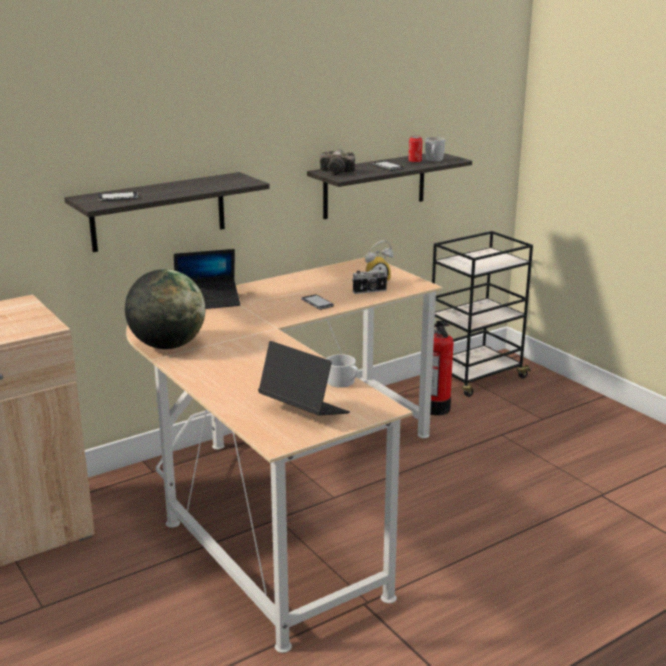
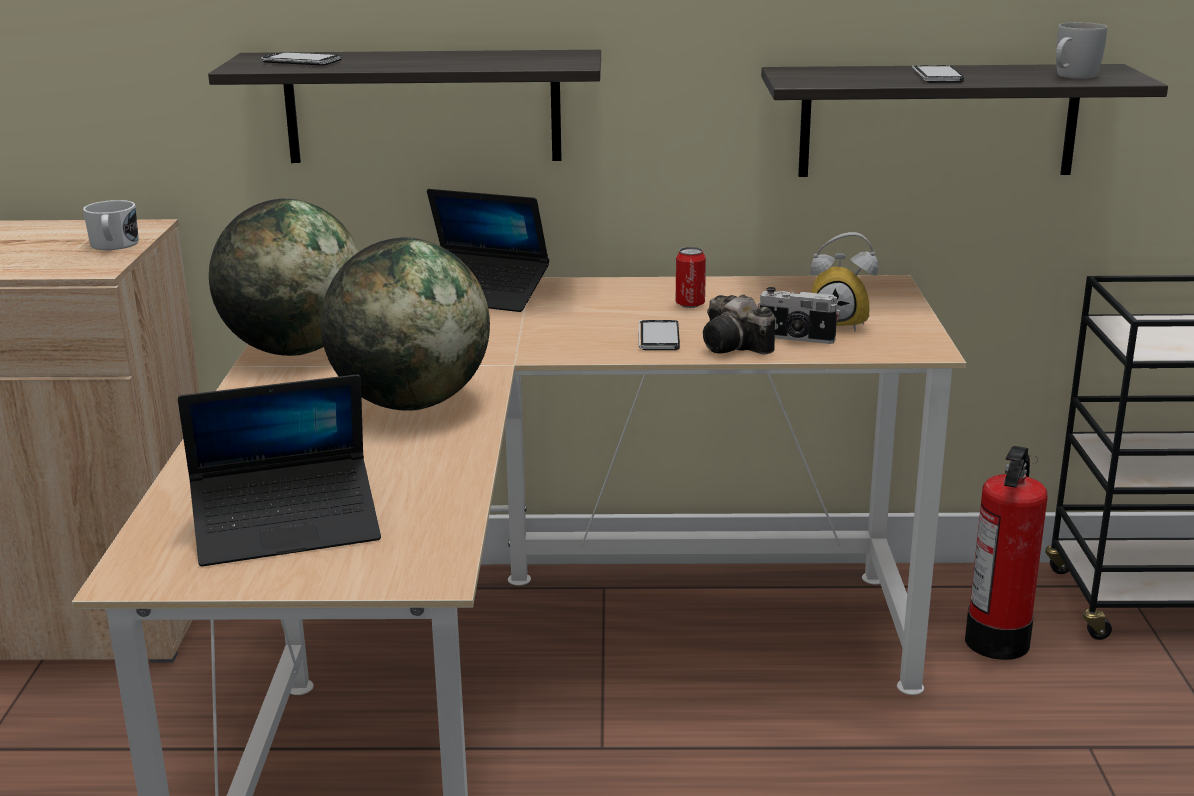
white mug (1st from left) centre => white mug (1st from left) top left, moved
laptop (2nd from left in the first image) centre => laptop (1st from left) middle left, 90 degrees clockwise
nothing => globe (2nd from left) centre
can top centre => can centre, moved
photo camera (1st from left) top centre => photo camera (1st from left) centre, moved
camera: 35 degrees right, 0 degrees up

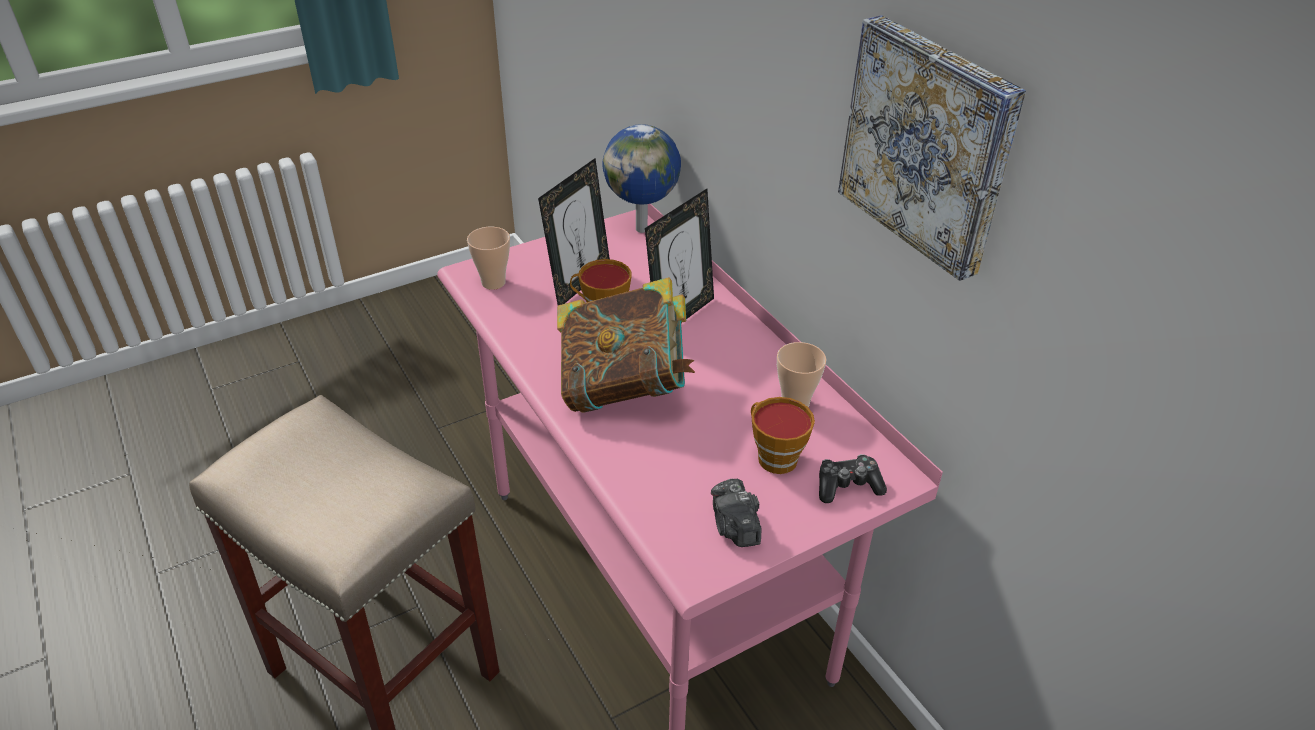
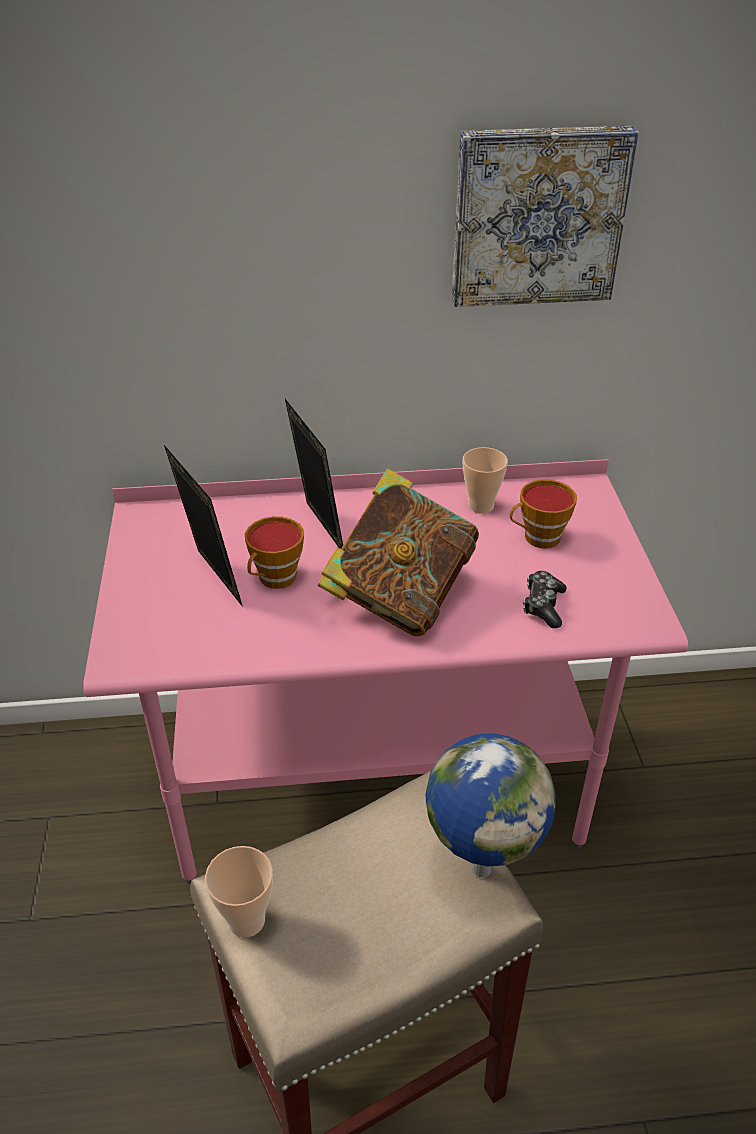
cup (1st from left) centre => cup (1st from left) bottom left, moved
globe top centre => globe bottom centre, moved
game controller centre => game controller middle right, moved
photo camera bottom centre => nothing
camera: 65 degrees left, 0 degrees up

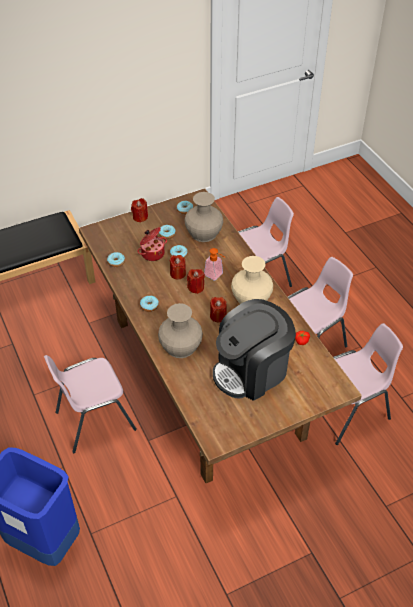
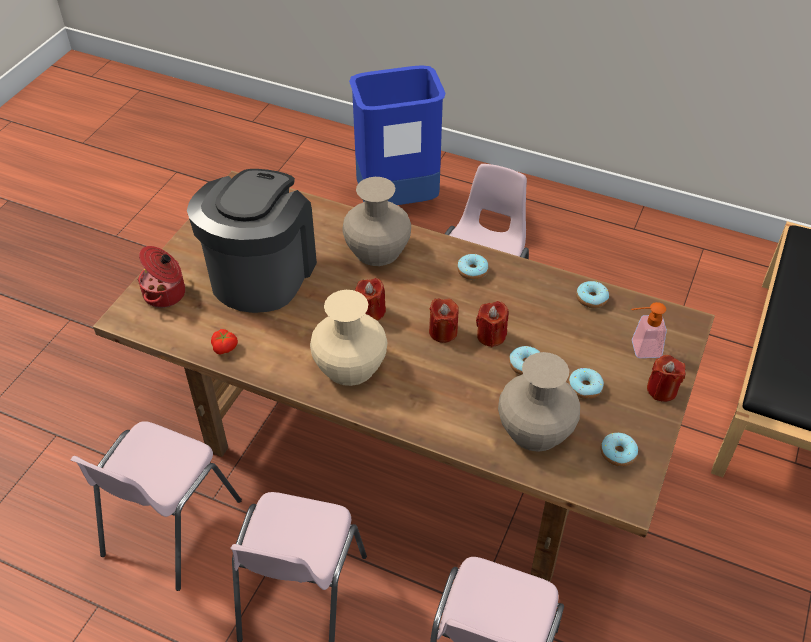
cooking pot centre => cooking pot middle left, moved
soap dispenser centre => soap dispenser middle right, moved
camera: 140 degrees right, 0 degrees up

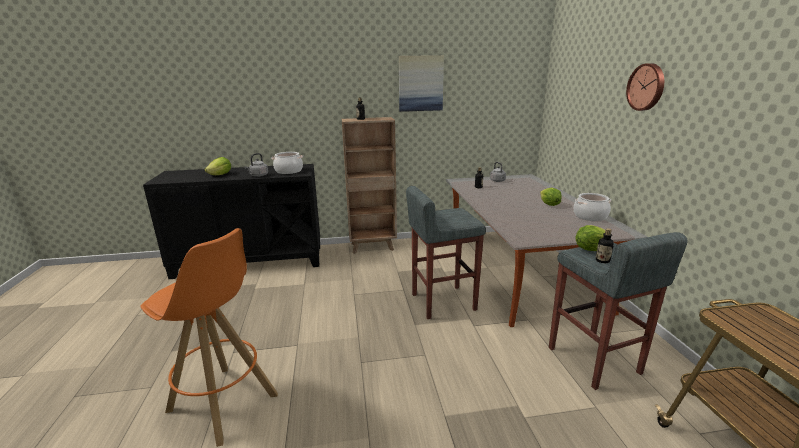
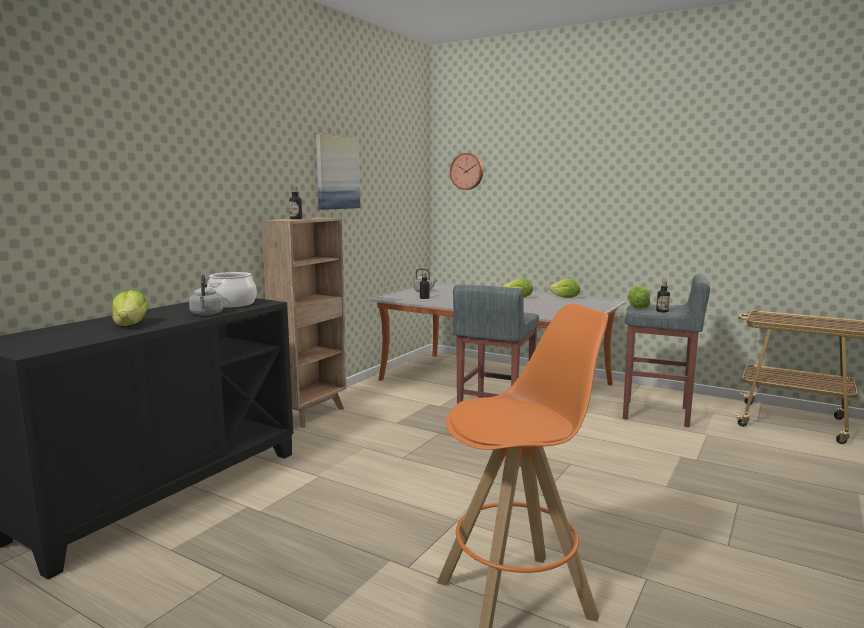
wall clock top right => wall clock top centre, moved
cooking pot (2nd from left) middle right => lettuce (3rd from left) centre
camera: 50 degrees left, 10 degrees down

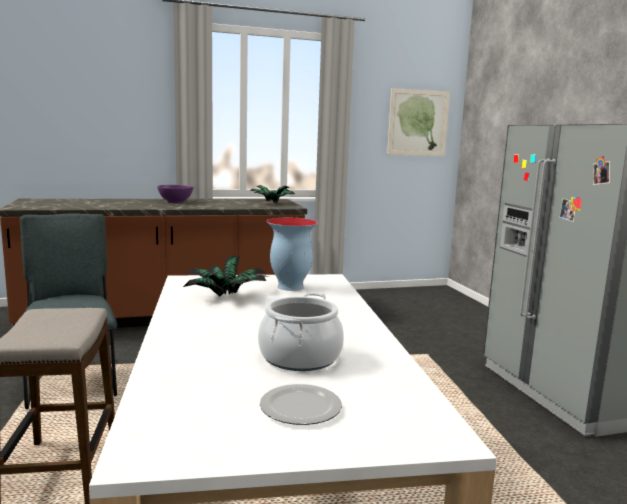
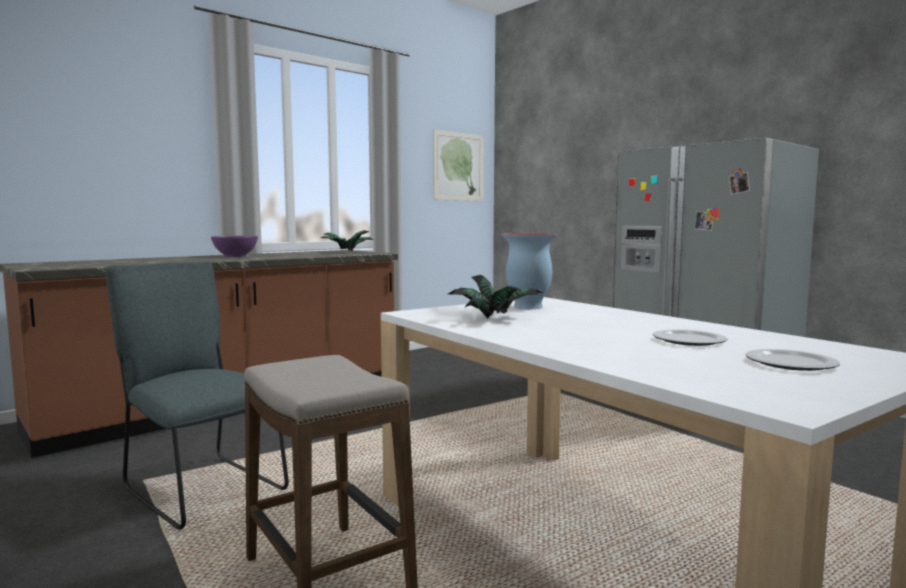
cooking pot centre => plate (1st from left) middle right
camera: 25 degrees left, 5 degrees down

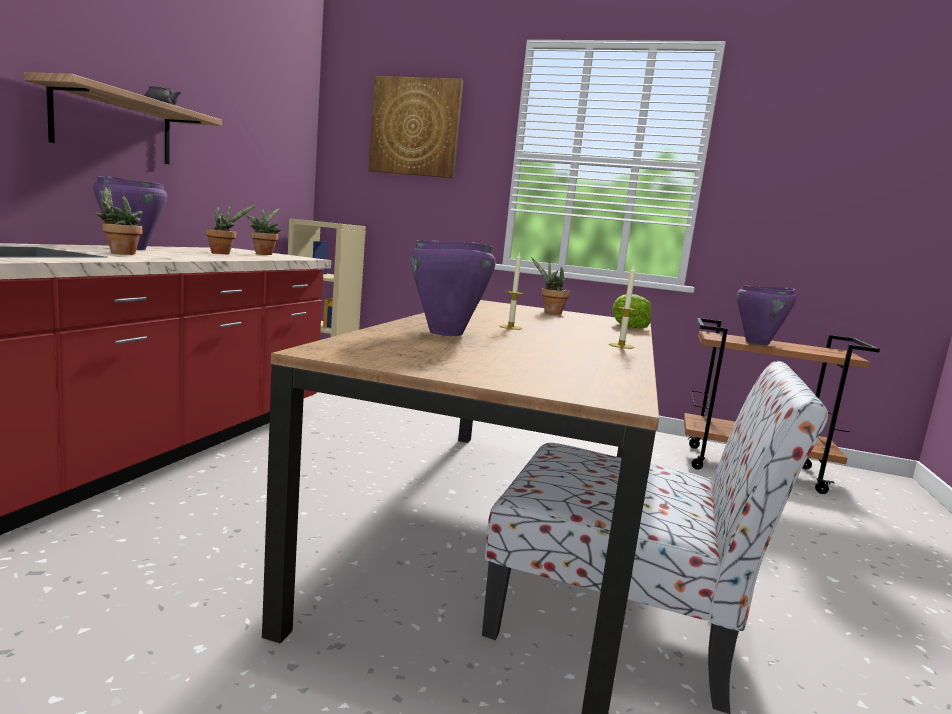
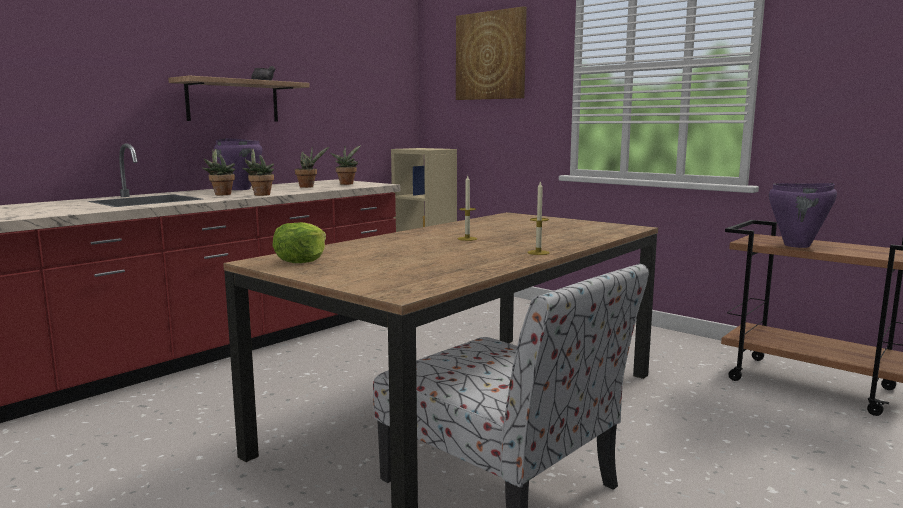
potted plant (4th from left in the first image) centre => potted plant (2nd from left) middle left, moved
lettuce centre => lettuce middle left, moved
purple cooking pot (2nd from left) centre => nothing
camera: 25 degrees right, 0 degrees up

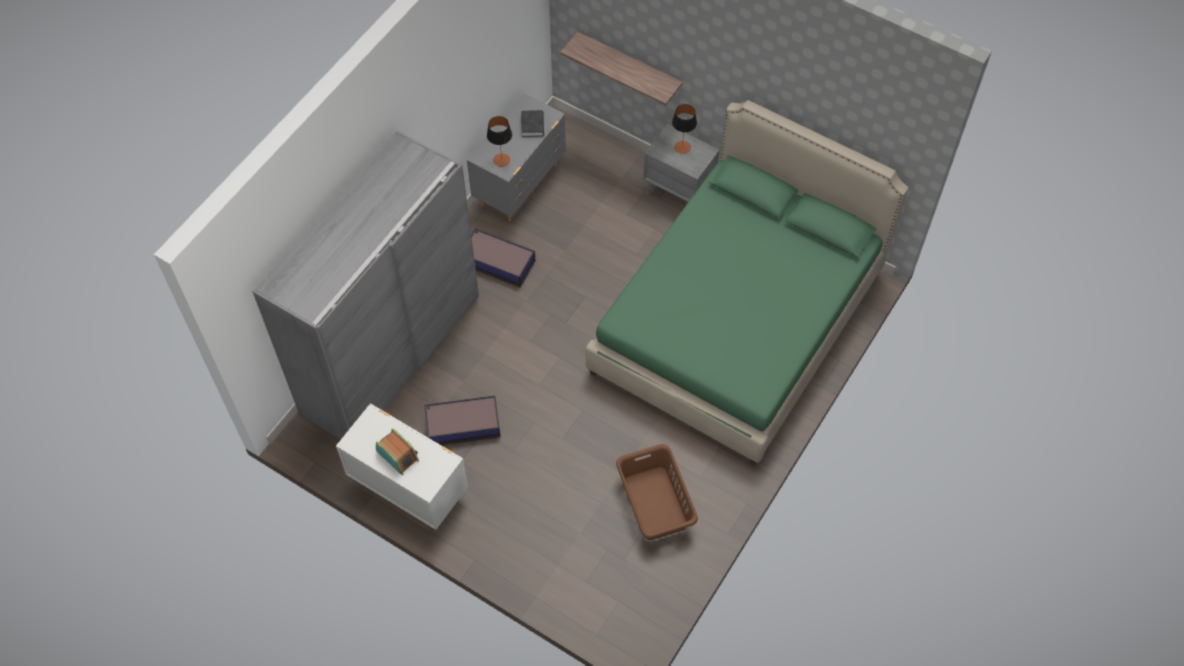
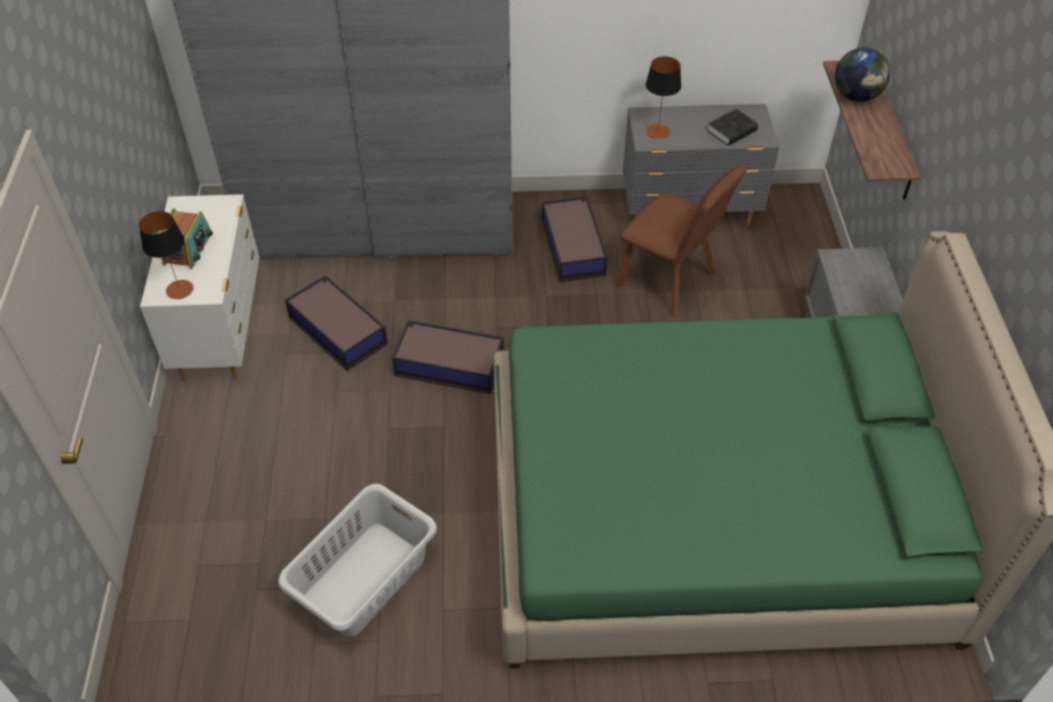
table lamp (2nd from left in the first image) top centre => table lamp (1st from left) middle left, moved
brown laundry basket bottom centre => grey laundry basket bottom centre
nothing => storage box (2nd from left) centre
nothing => brown chair centre
nothing => globe top right
camera: 55 degrees right, 10 degrees down

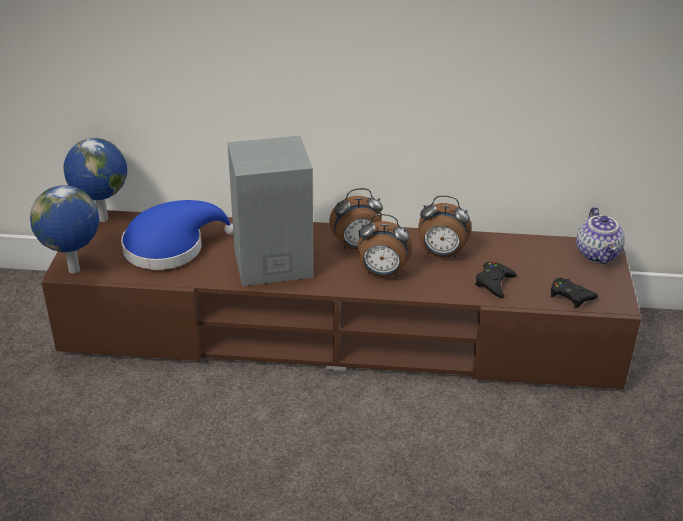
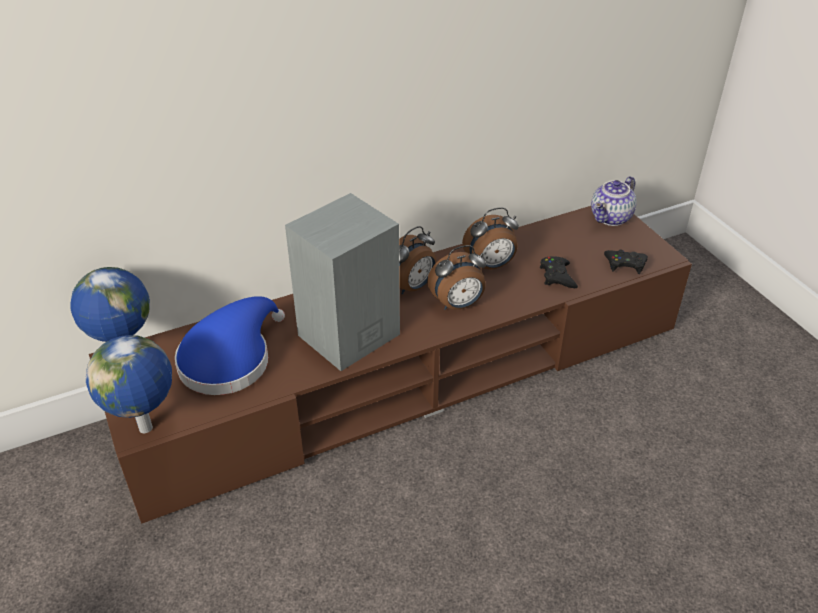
teapot middle right => teapot top right, 75 degrees clockwise
camera: 30 degrees left, 5 degrees up

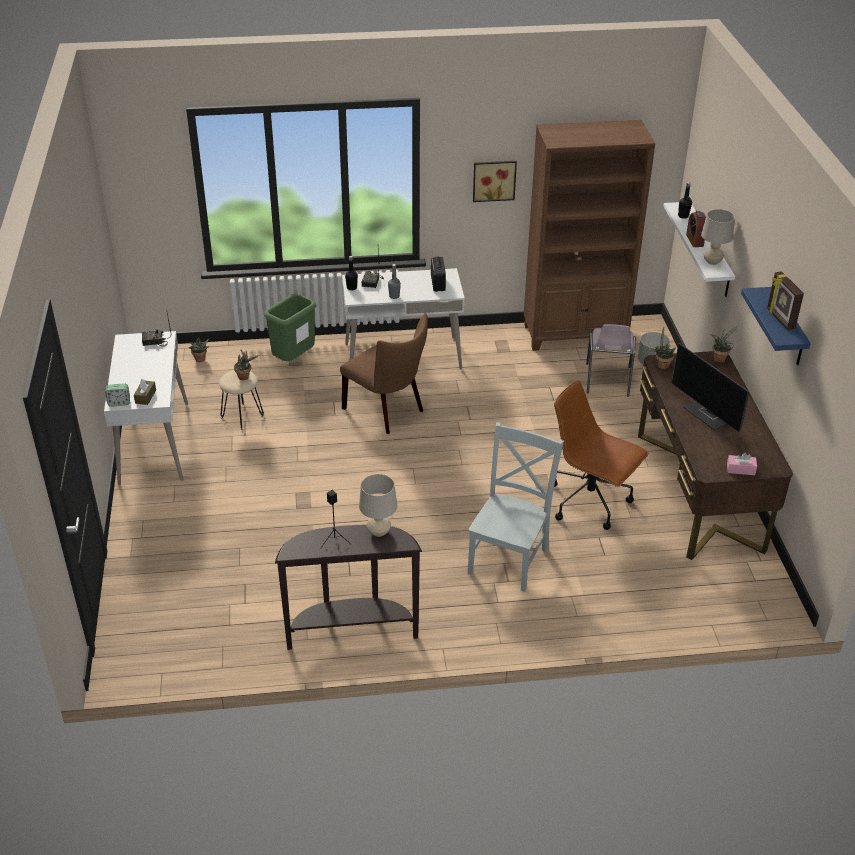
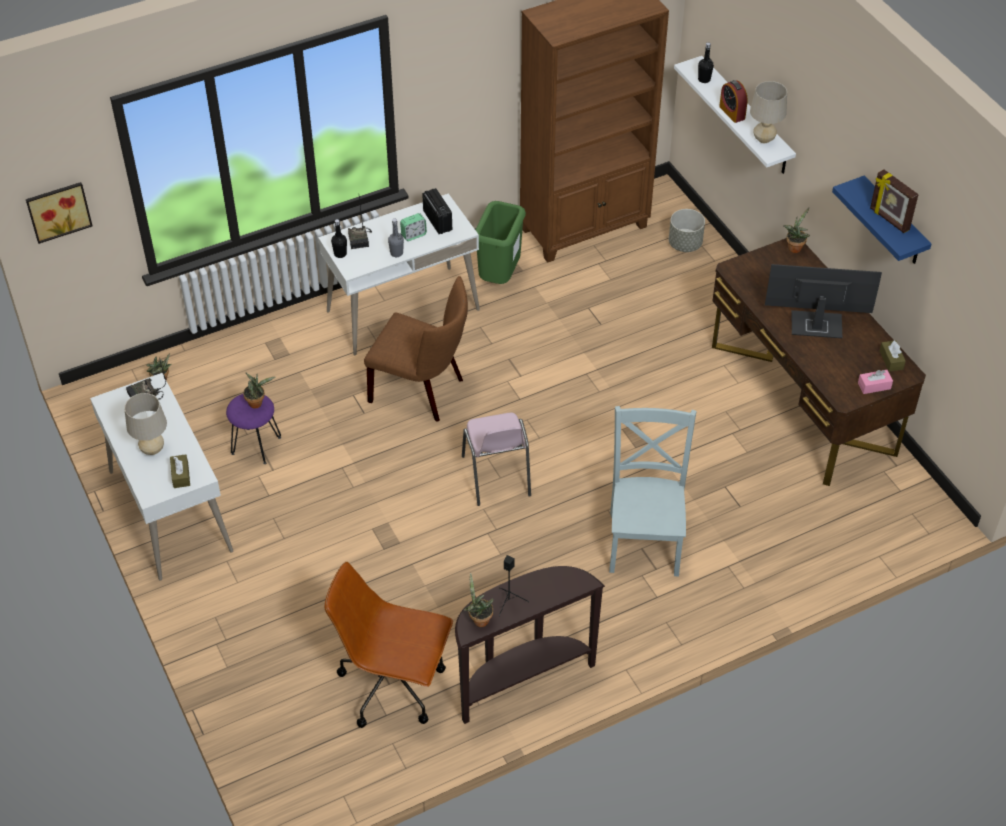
picture top centre => picture top left, moved
beige table lamp (1st from left) centre => beige table lamp (1st from left) middle left, moved
beige stool middle left => purple stool middle left
brown office chair middle right => brown office chair bottom centre, moved
alarm clock (1st from left) middle left => alarm clock (1st from left) top centre, moved
pink chair middle right => pink chair centre, moved
potted plant (3rd from left) middle right => potted plant (3rd from left) bottom centre, moved
green trash can centre => green trash can top centre, moved
monitor middle right, 150 degrees clockwise
nothing => brown tissue box (2nd from left) middle right
camera: 20 degrees left, 10 degrees up

